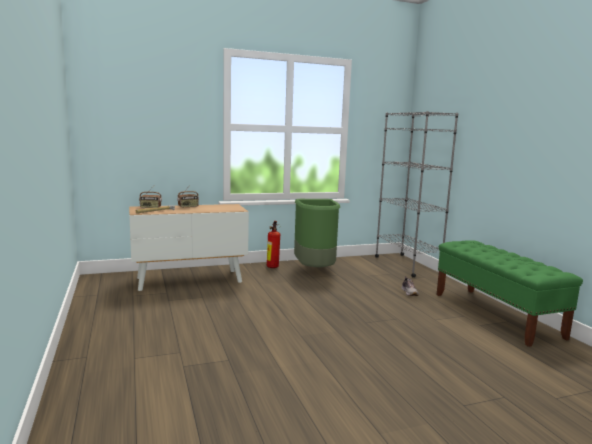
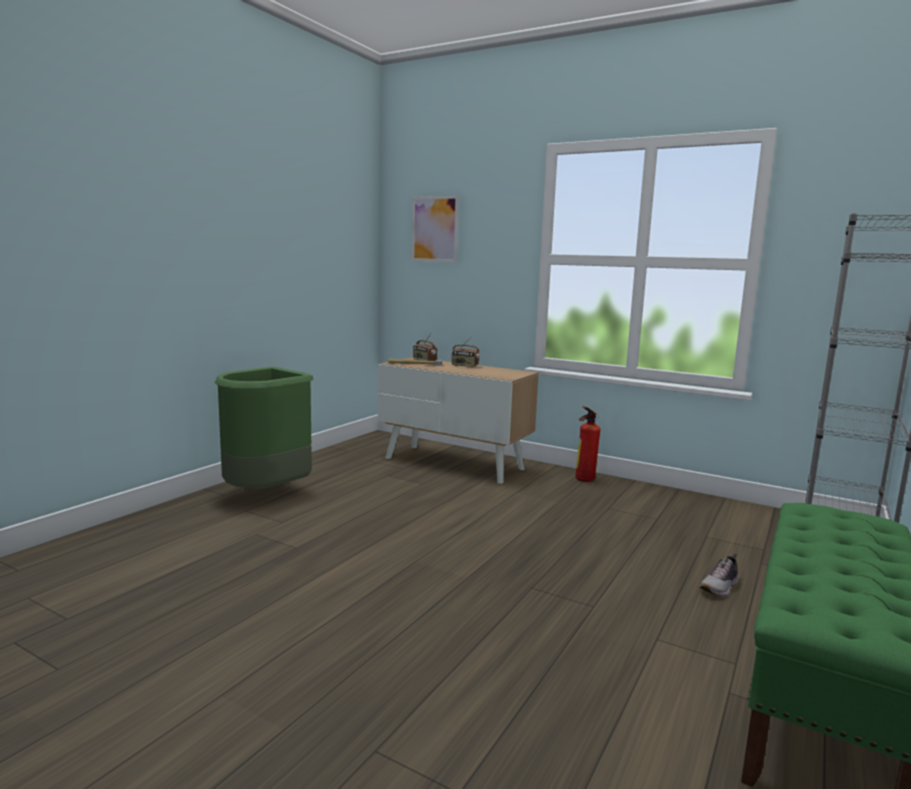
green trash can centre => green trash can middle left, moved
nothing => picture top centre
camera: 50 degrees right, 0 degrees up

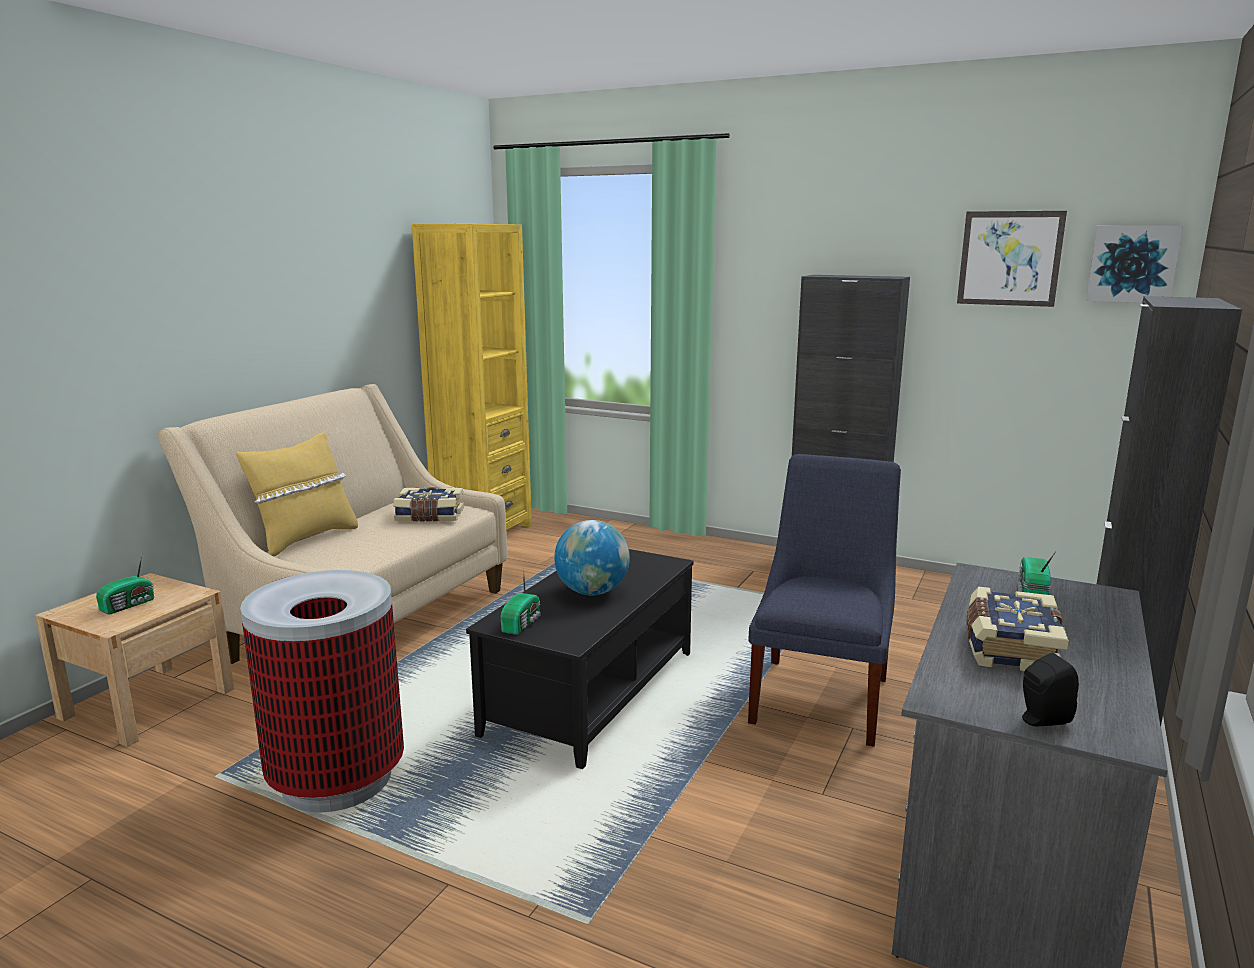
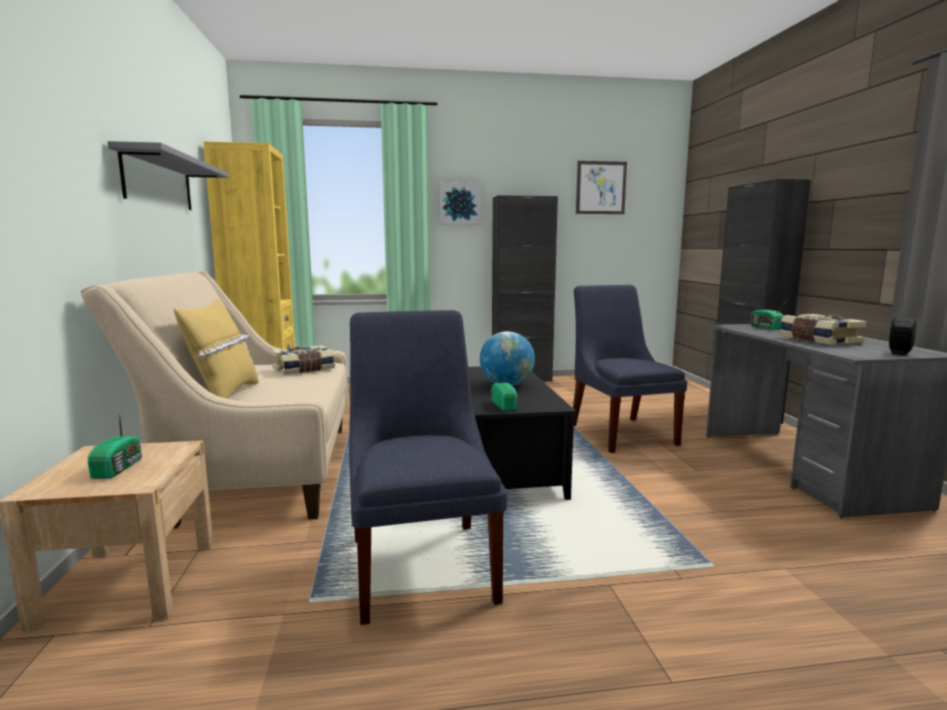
nothing => grey shelf top left
trash can bottom left => blue chair (1st from left) centre
picture (2nd from left in the first image) top right => picture (1st from left) top centre, moved
camera: 35 degrees left, 5 degrees down

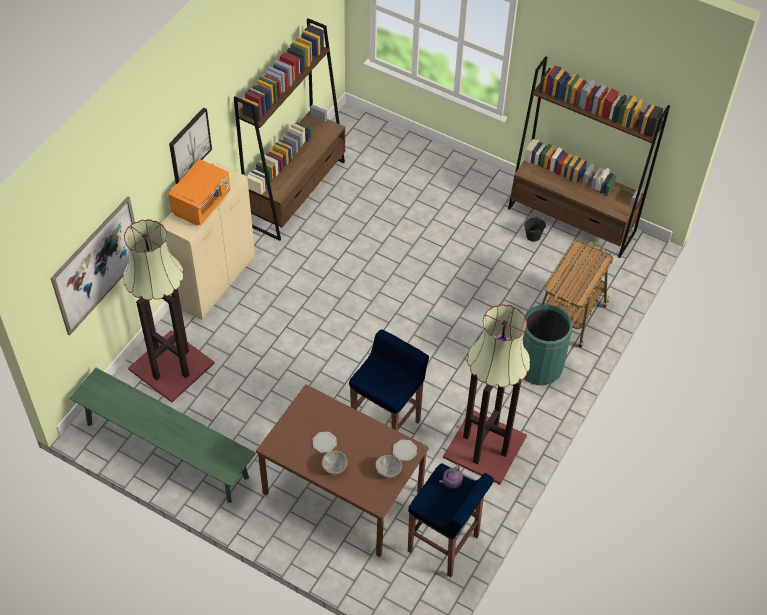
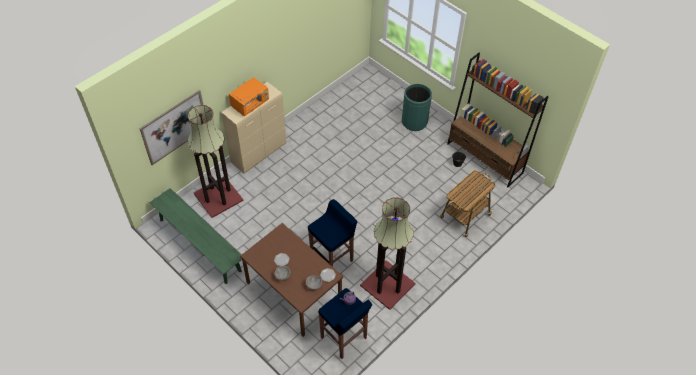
green trash can middle right => green trash can top centre, moved
picture (2nd from left) top left => nothing
brown bookcase (1st from left) top centre => nothing
camera: 15 degrees right, 0 degrees up

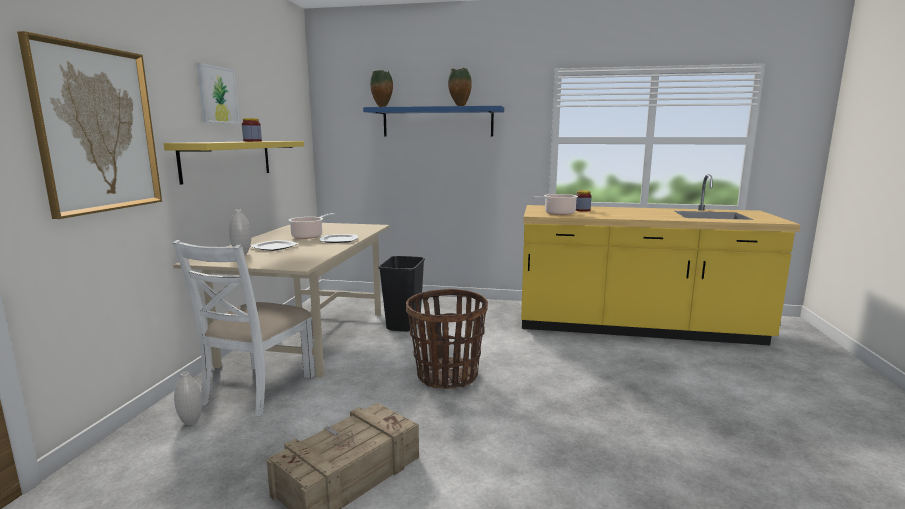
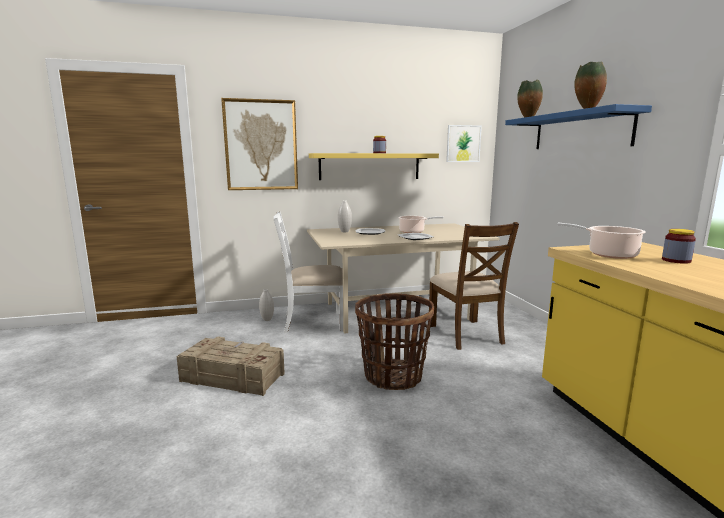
black trash can centre => brown chair centre
picture (2nd from left) top left => picture (2nd from left) top centre, moved
camera: 65 degrees right, 0 degrees up

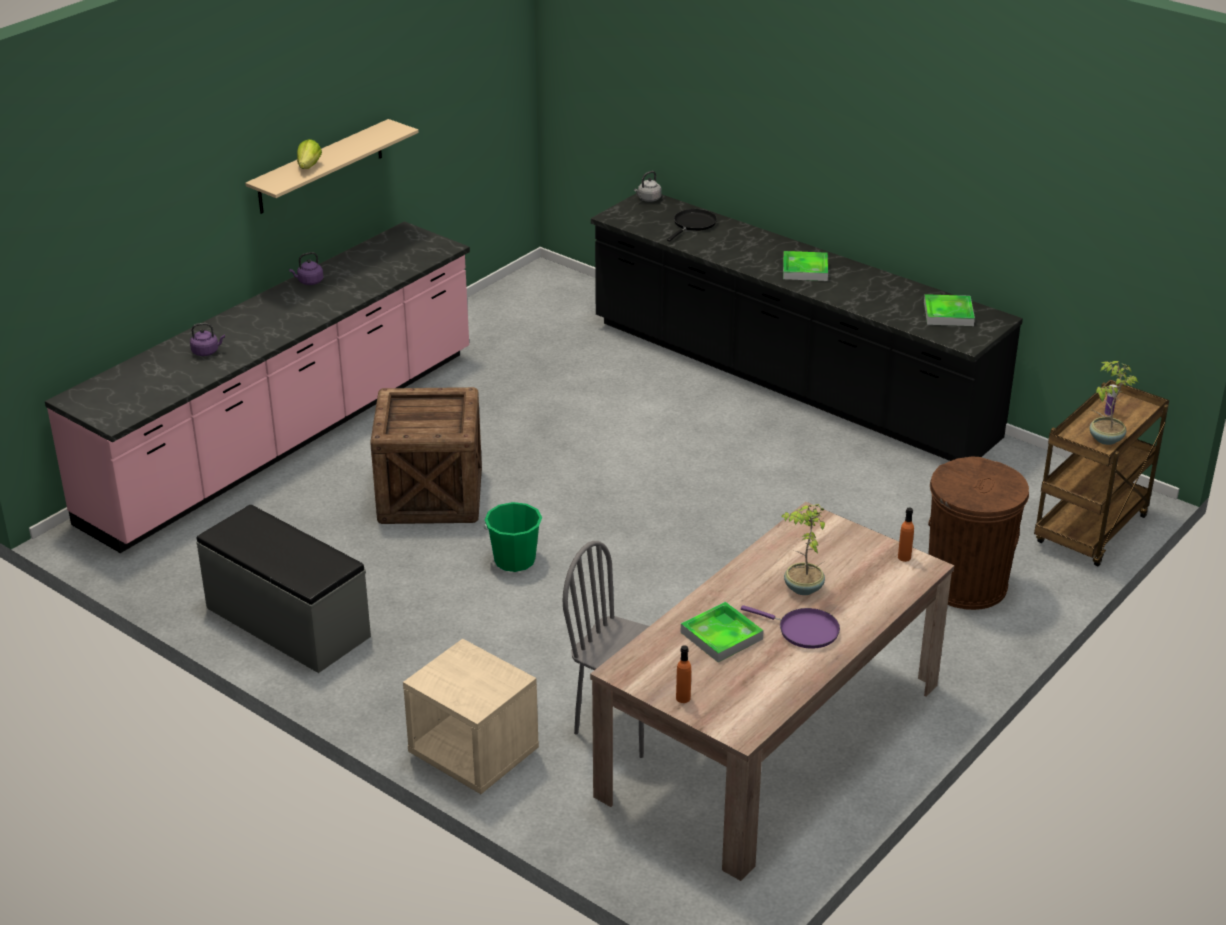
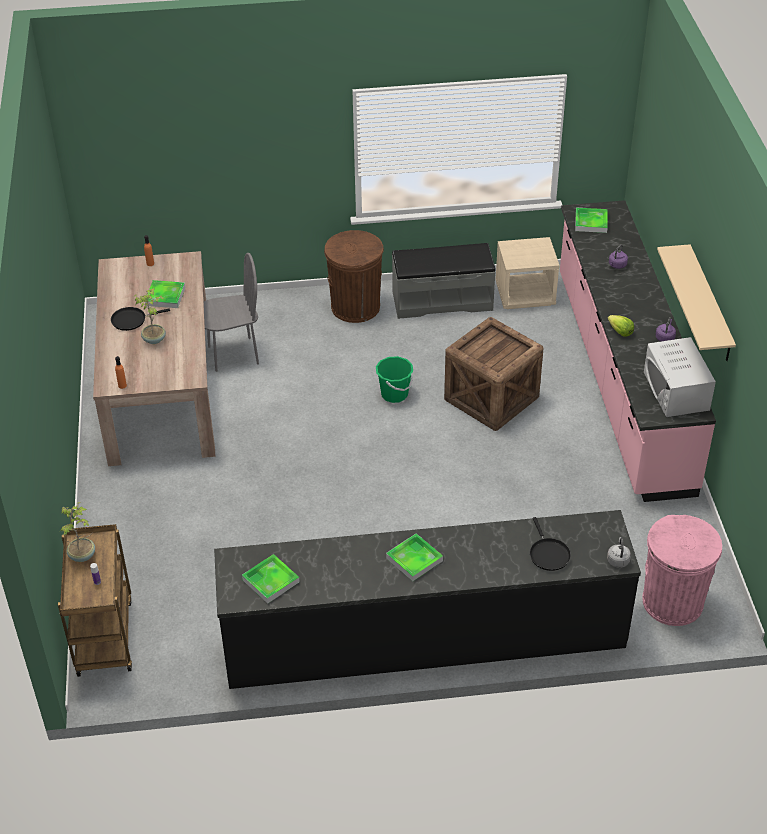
purple frying pan bottom centre => black frying pan (1st from left) middle left
brown trash can middle right => brown trash can top centre, moved
beige nightstand bottom centre => beige nightstand top right, moved
nothing => tray (4th from left) top right
lettuce top left => lettuce middle right, moved
nothing => pink trash can bottom right
nothing => white microwave middle right
camera: 135 degrees right, 10 degrees up

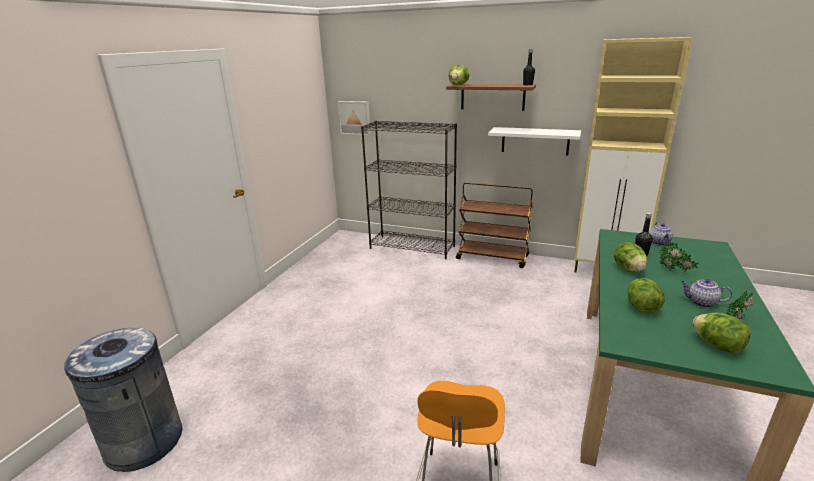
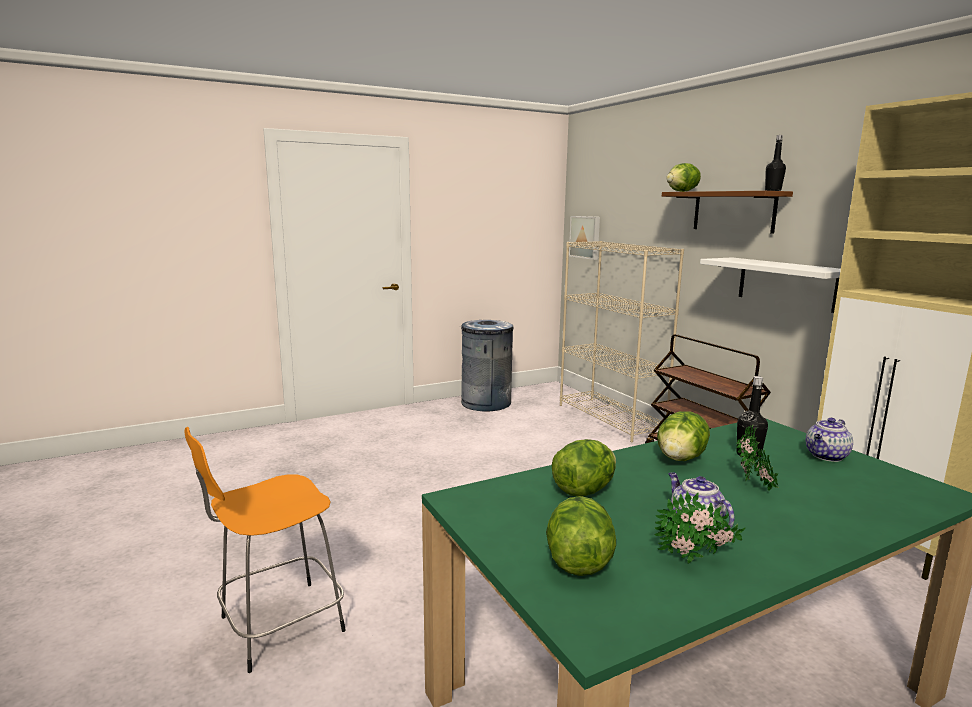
grey trash can bottom left => grey trash can centre, moved
black bookcase centre => beige bookcase centre
camera: 40 degrees right, 10 degrees down

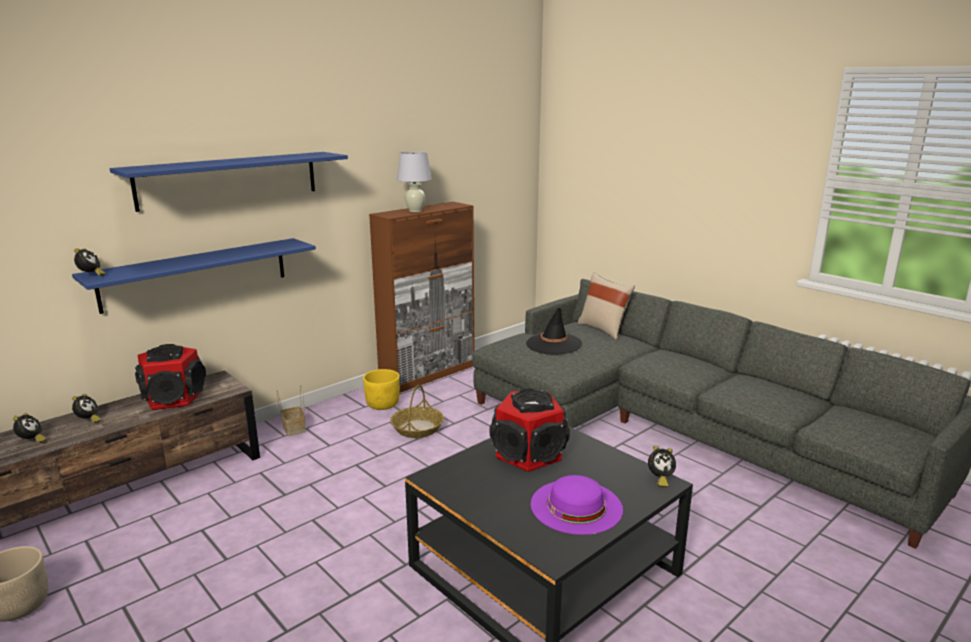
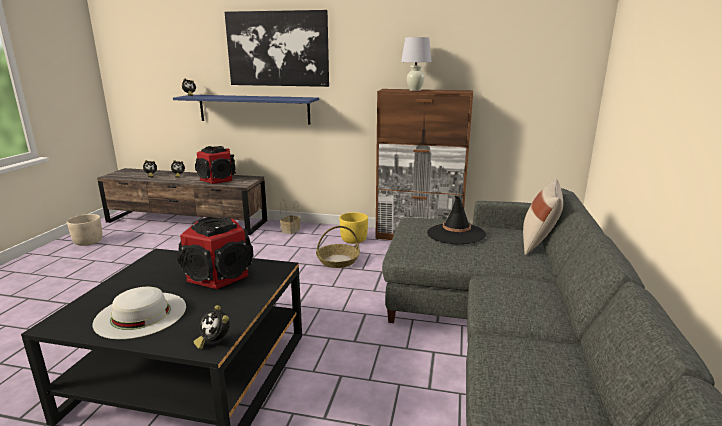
purple hat bottom centre => white hat bottom left
blue shelf (2nd from left) top left => picture top centre
camera: 55 degrees right, 0 degrees up

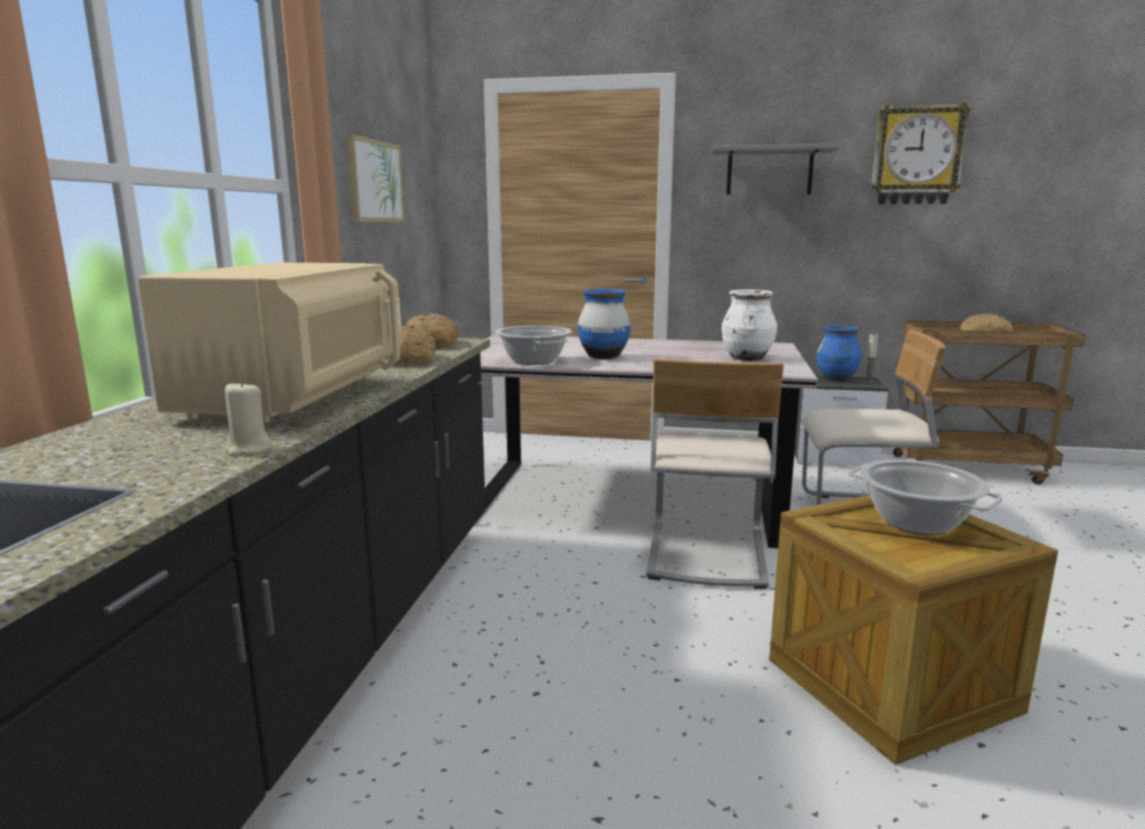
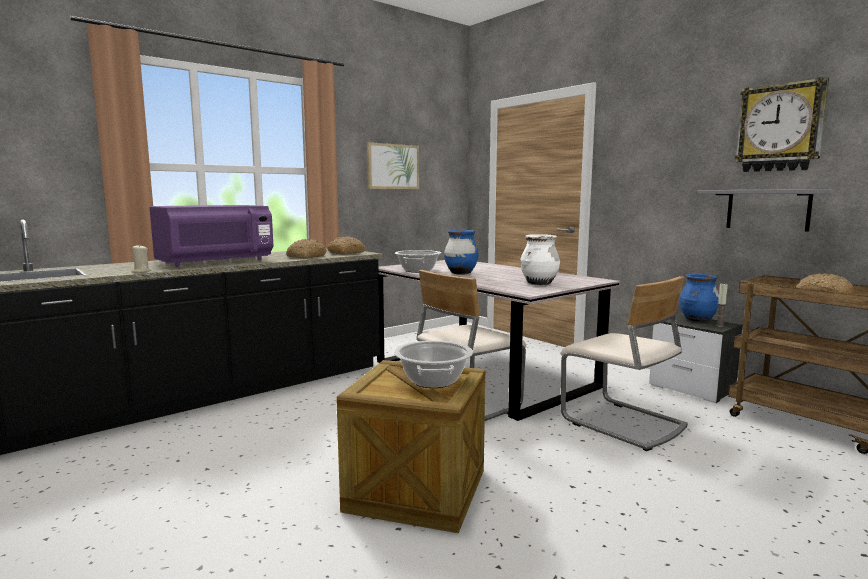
beige microwave middle left => purple microwave middle left
grey shelf top right => grey shelf middle right, moved
camera: 40 degrees right, 5 degrees down

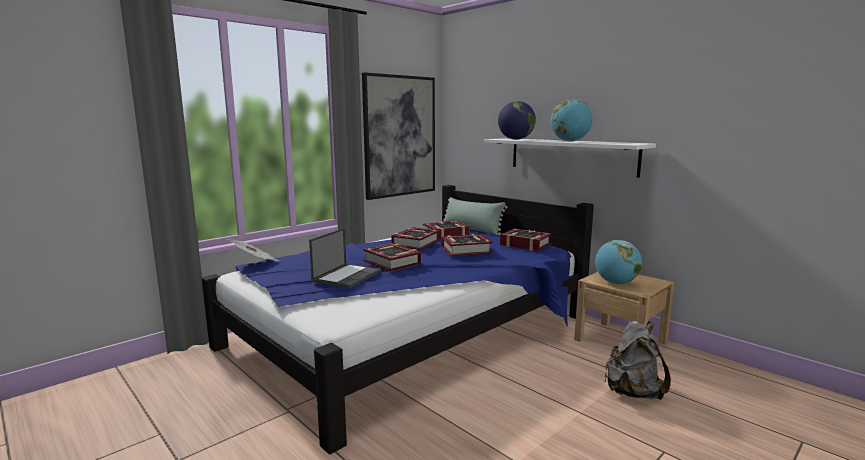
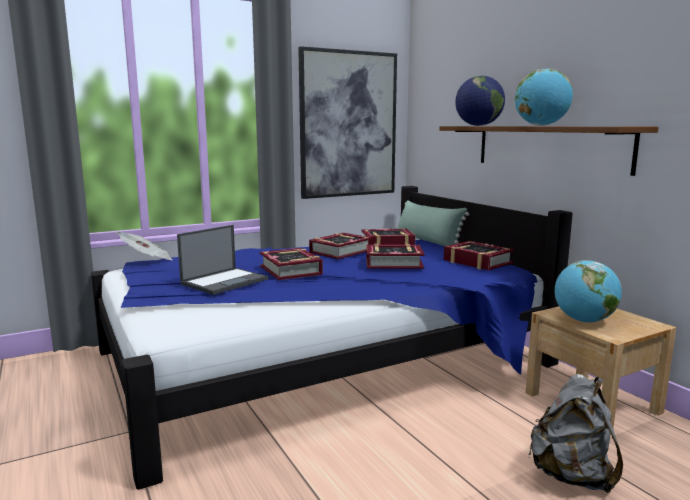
white shelf centre => brown shelf top right
camera: 15 degrees right, 0 degrees up

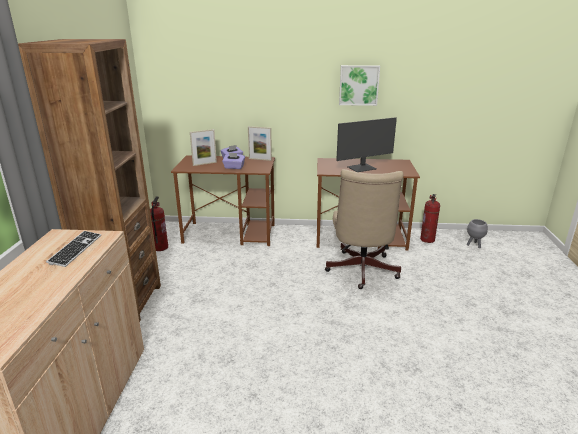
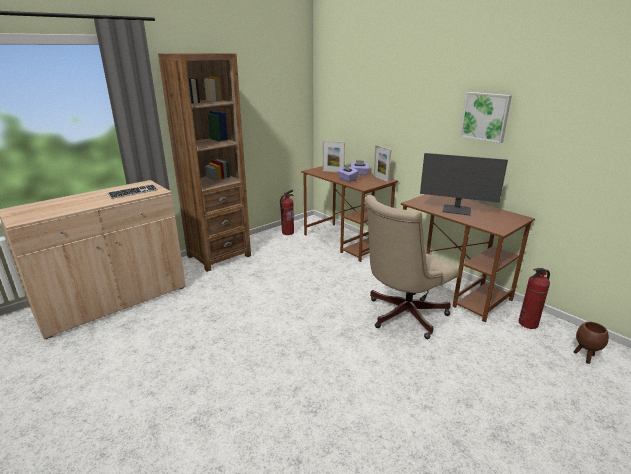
grey planter middle right => brown planter bottom right
camera: 45 degrees right, 0 degrees up

